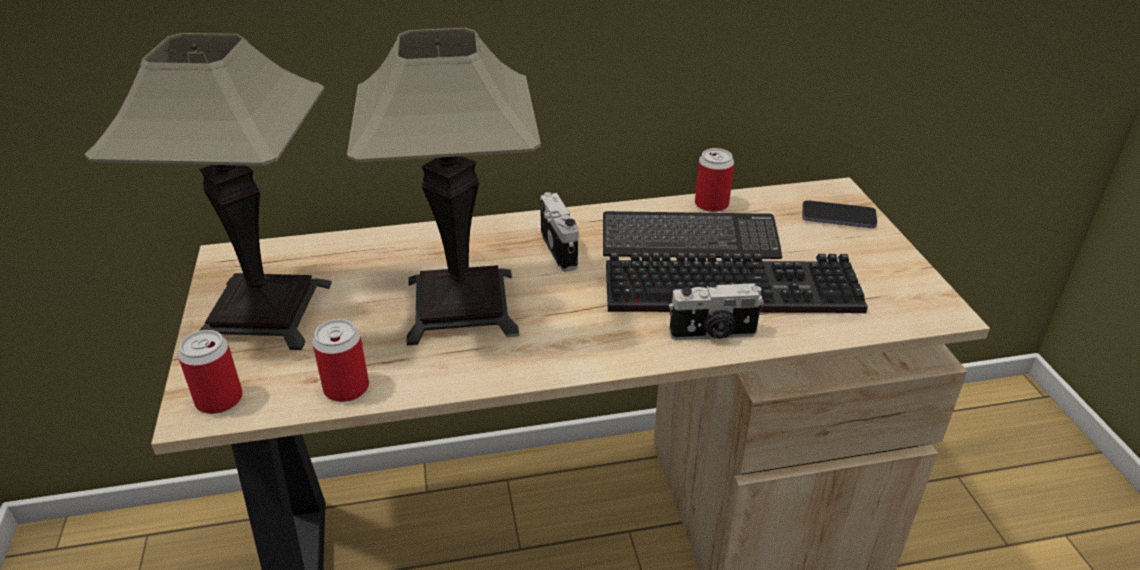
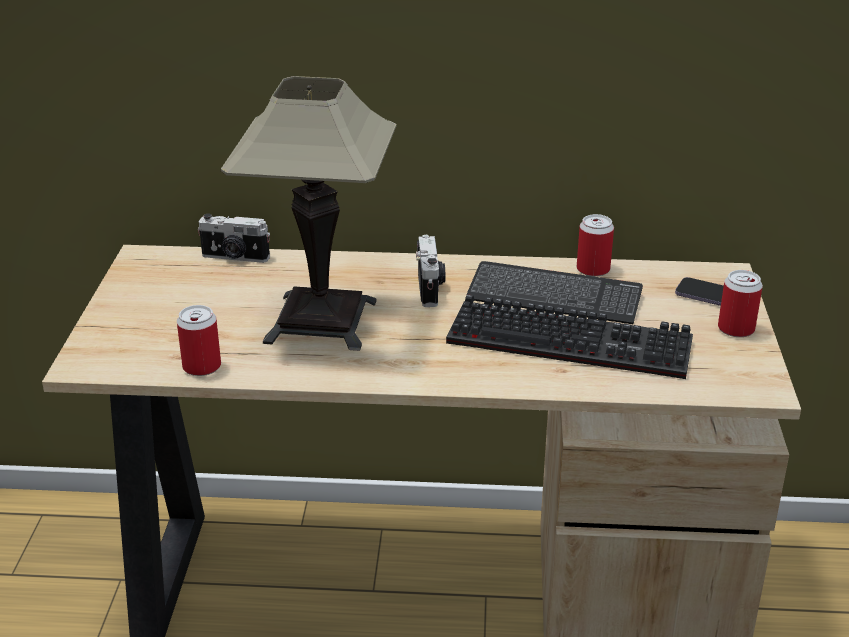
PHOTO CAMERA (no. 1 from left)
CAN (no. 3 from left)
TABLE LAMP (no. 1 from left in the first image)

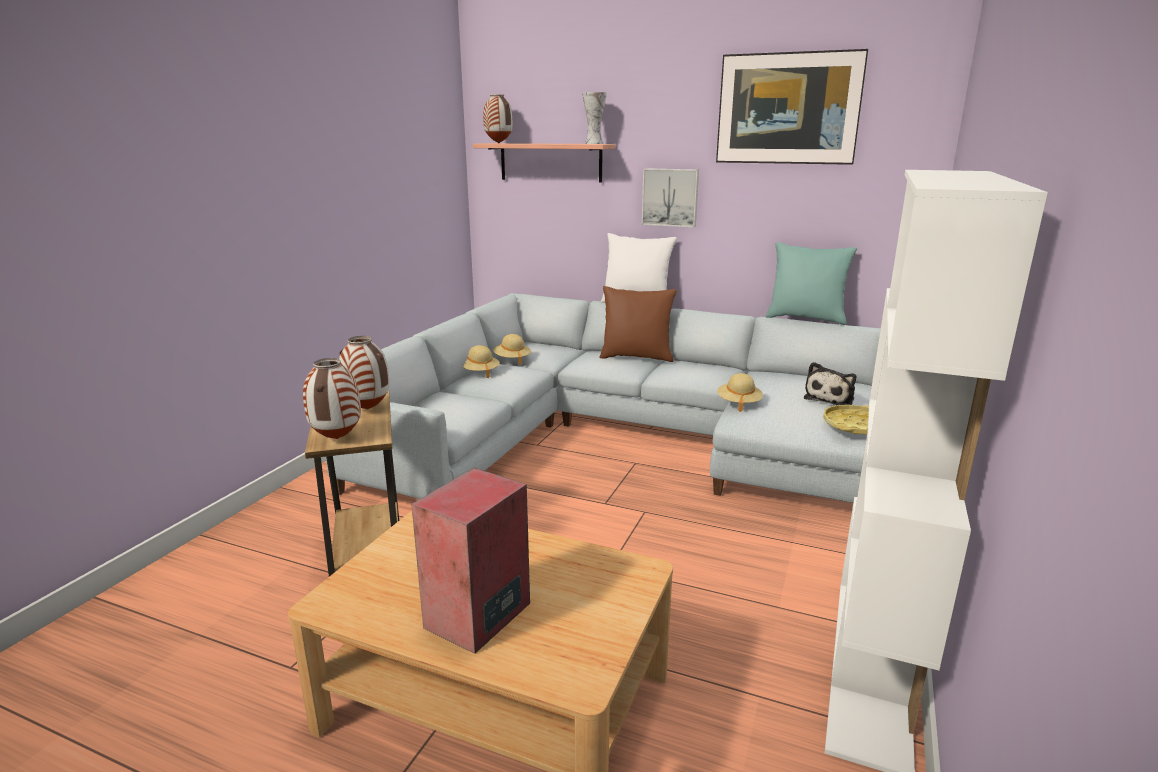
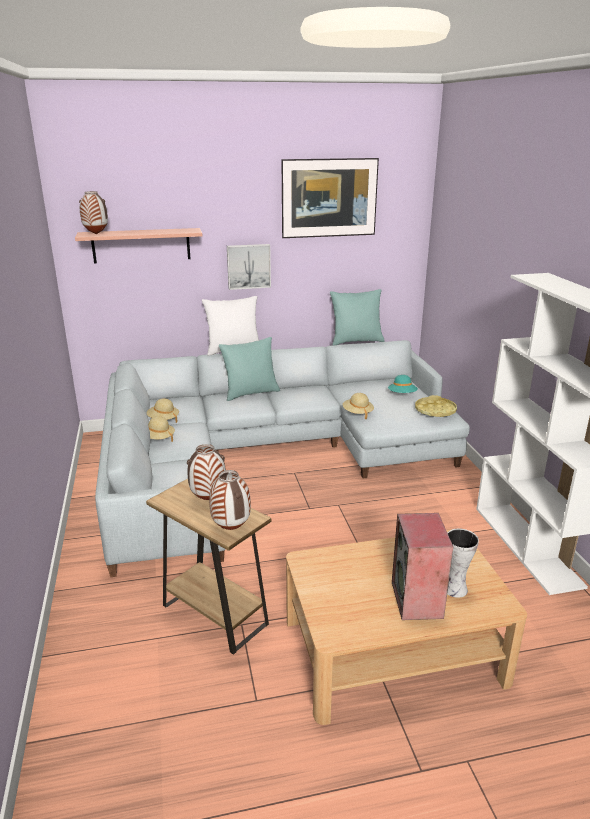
TURQUOISE PILLOW (no. 1 from left)
TURQUOISE HAT
VASE (no. 4 from left)

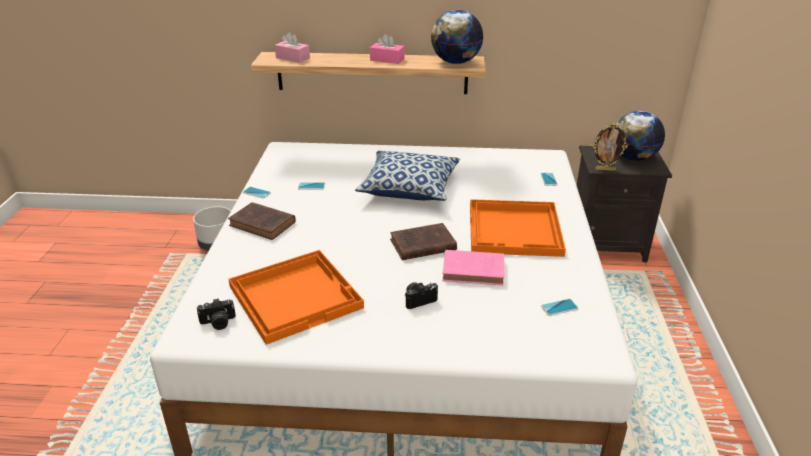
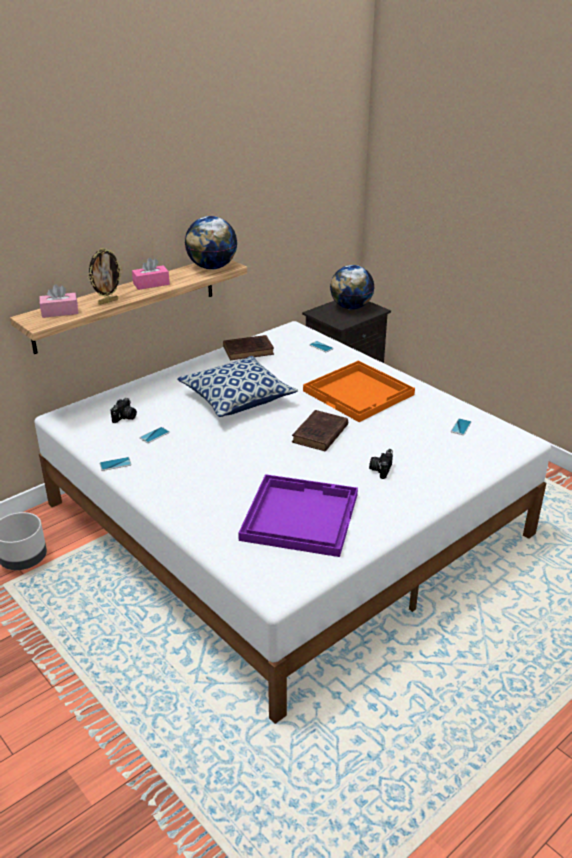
PICTURE FRAME
PHOTO CAMERA (no. 1 from left)
BROWN BOOK (no. 1 from left)
PURPLE TRAY
PINK BOOK

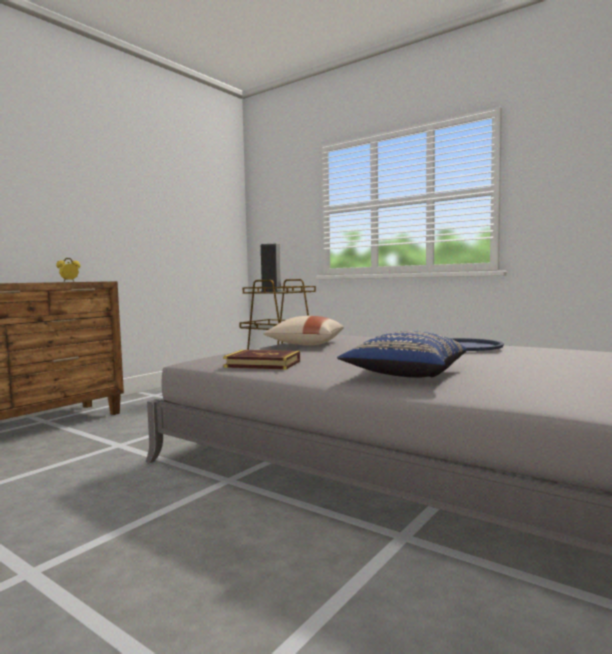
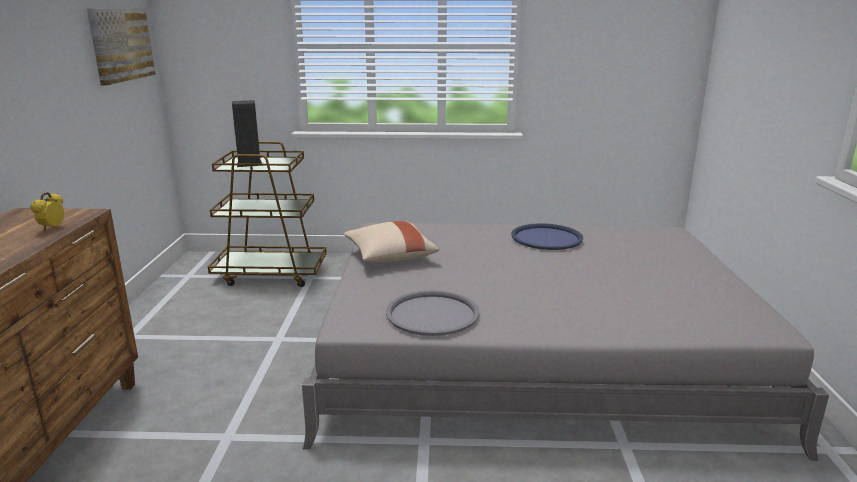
PICTURE
GREY TRAY
BLUE PILLOW

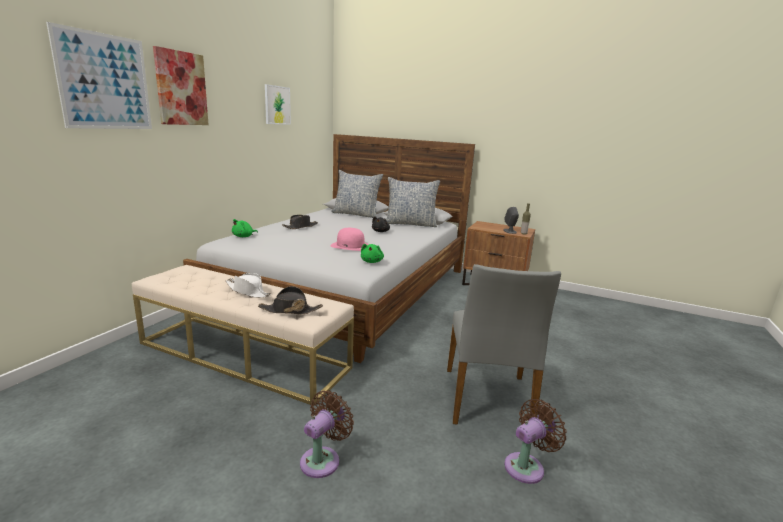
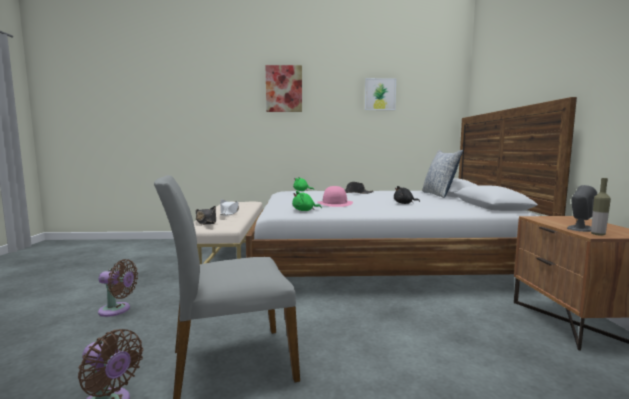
PICTURE (no. 1 from left in the first image)
PILLOW (no. 2 from left in the first image)

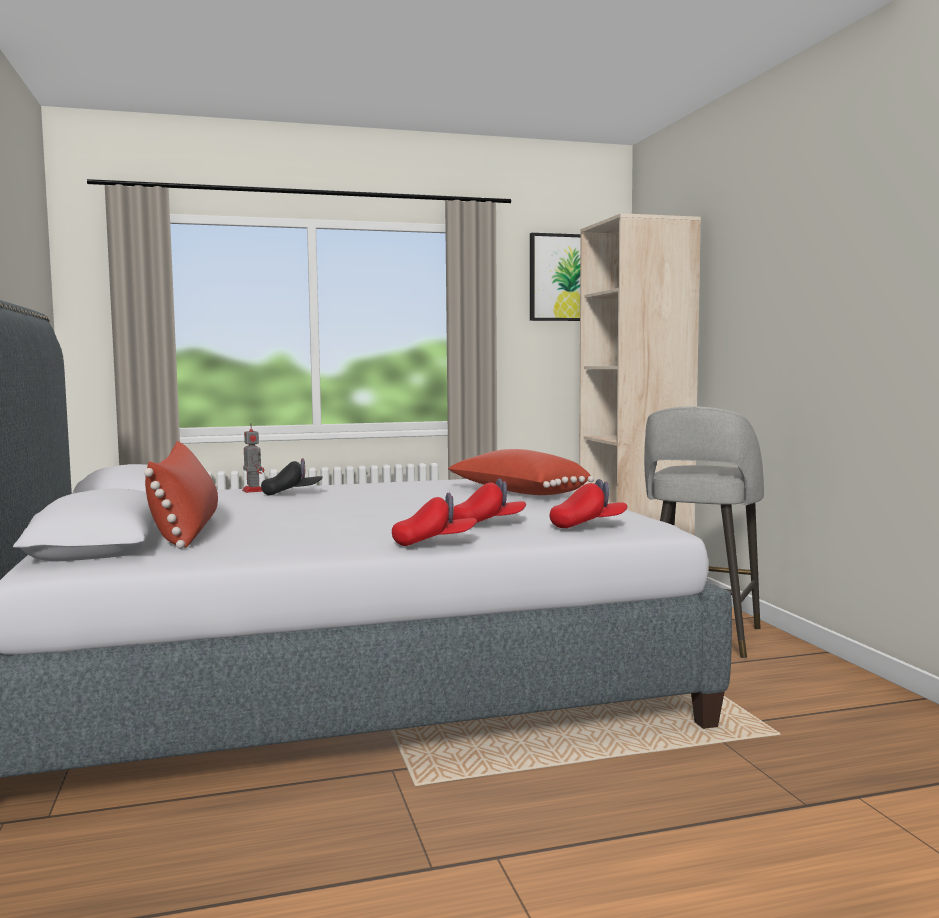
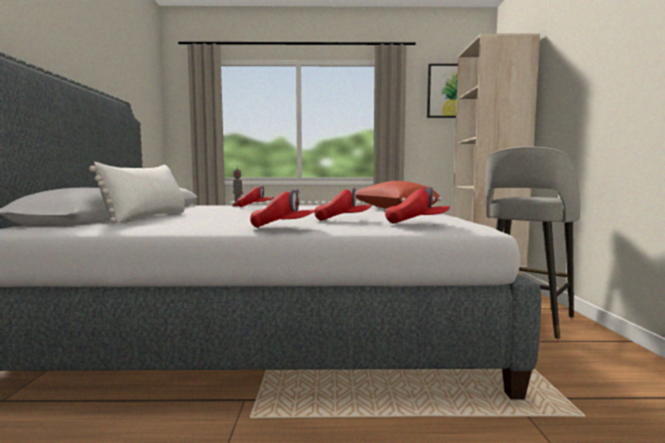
WHITE PILLOW
RED CAP (no. 1 from left)

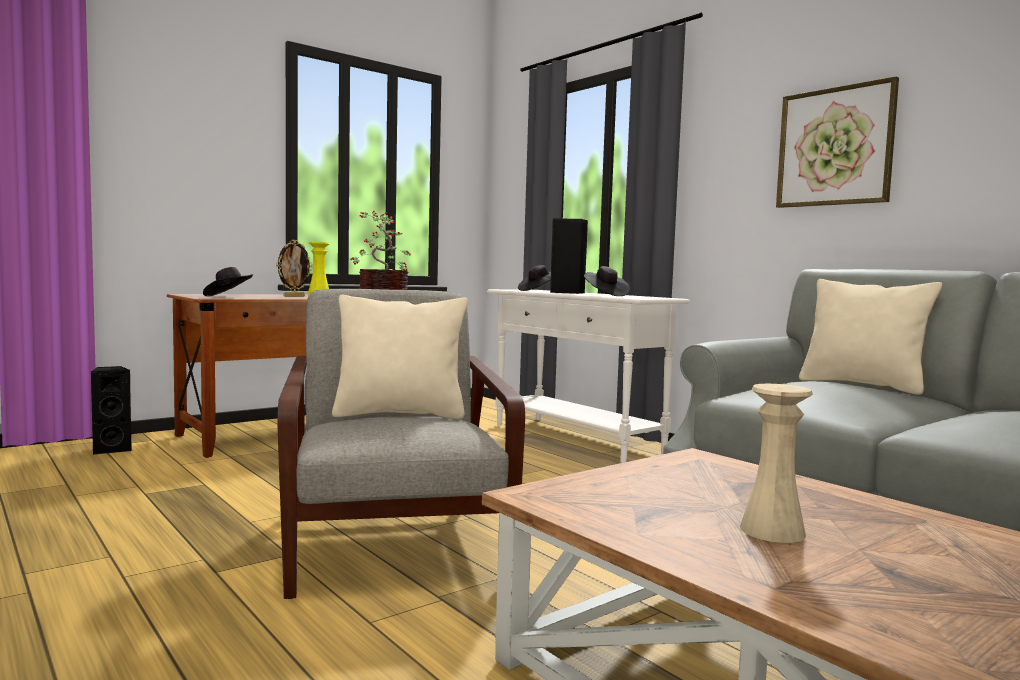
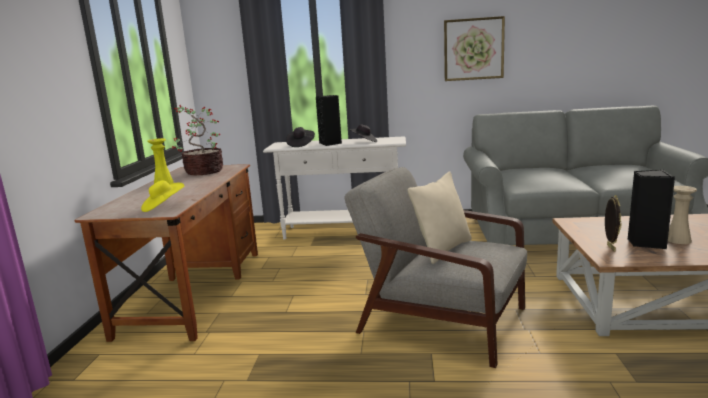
YELLOW HAT
PICTURE FRAME
BLACK SPEAKER (no. 2 from left)
BEIGE PILLOW (no. 2 from left in the first image)

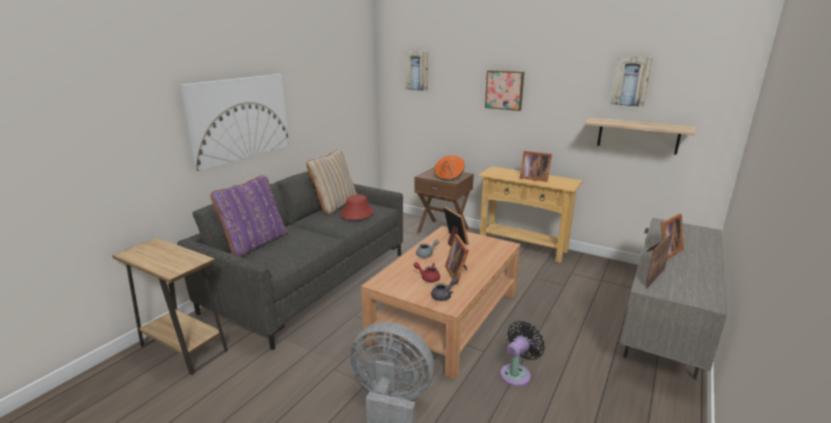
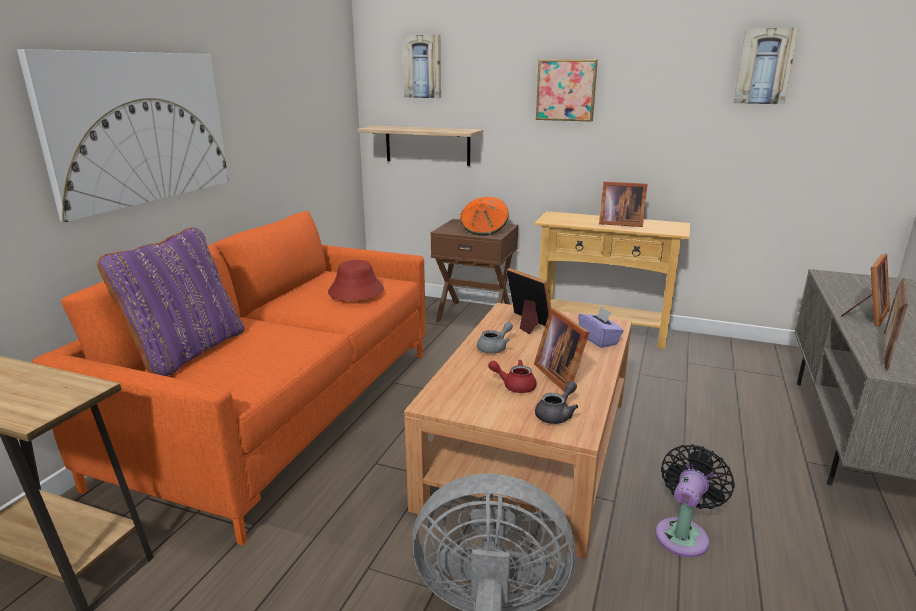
ORANGE SOFA
SHELF
PURPLE TISSUE BOX
BEIGE PILLOW

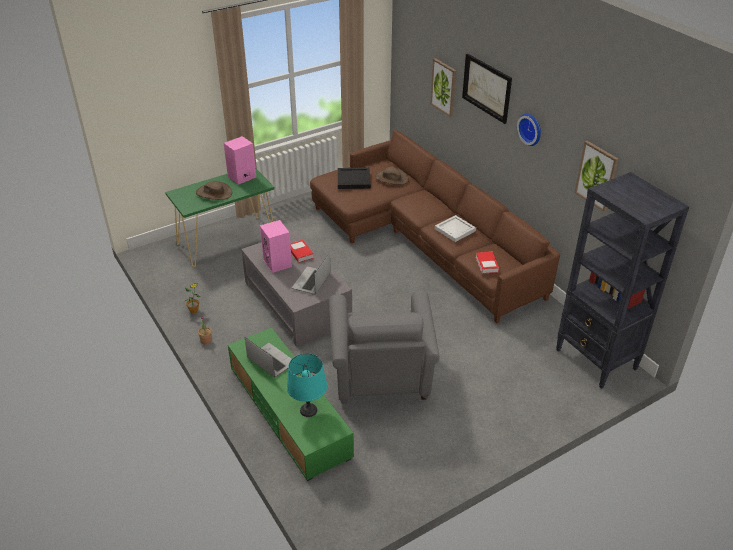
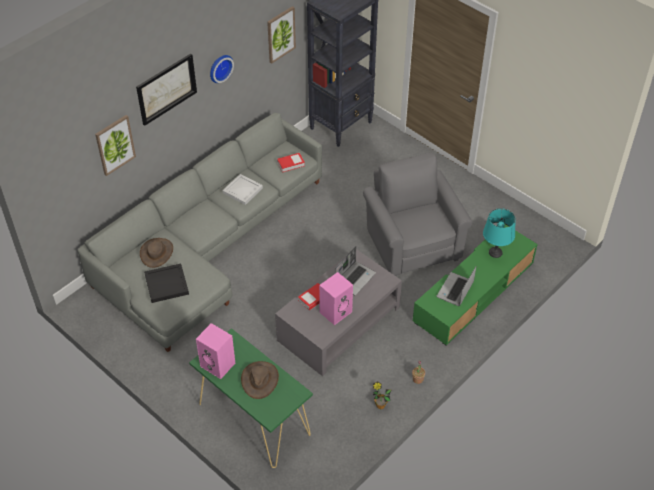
GREY SOFA
LAPTOP (no. 1 from left)
GREY ARMCHAIR

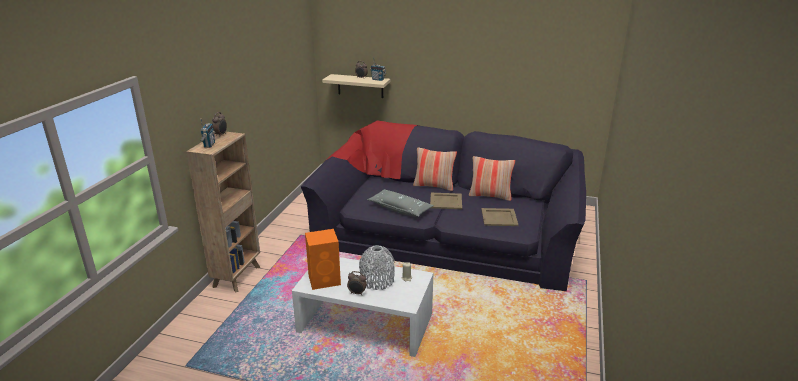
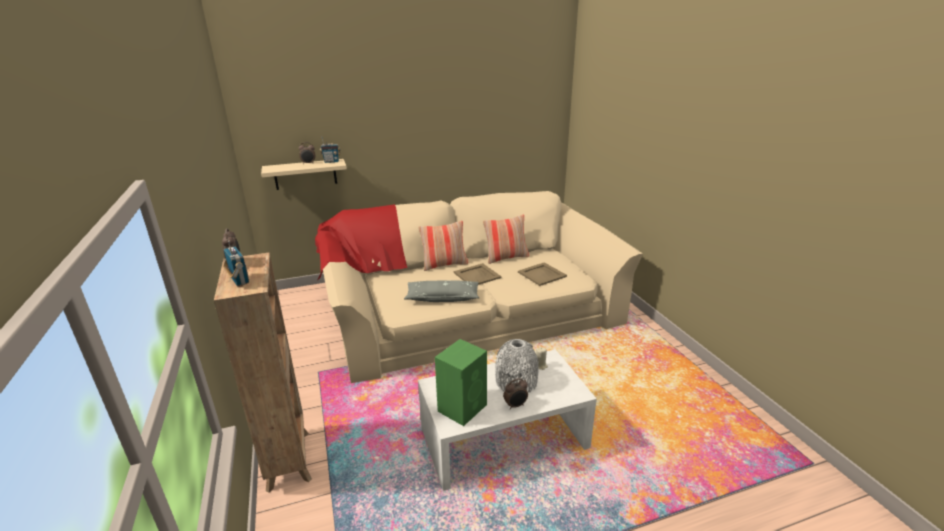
BEIGE SOFA
GREEN SPEAKER

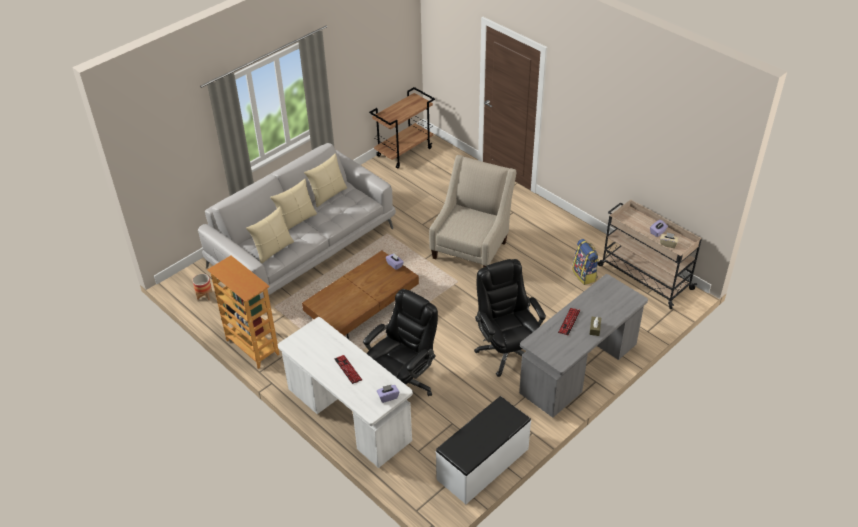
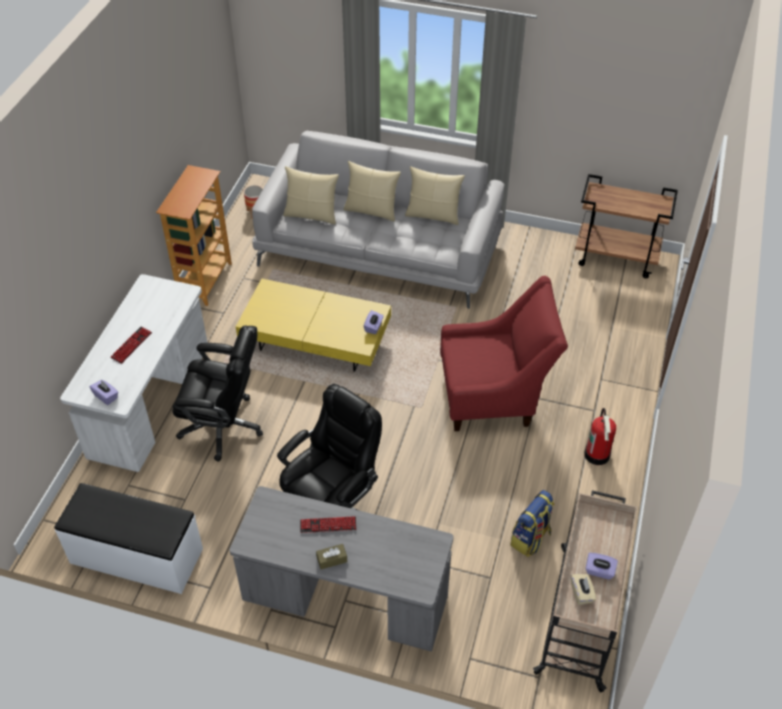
YELLOW COFFEE TABLE
RED ARMCHAIR
FIRE EXTINGUISHER

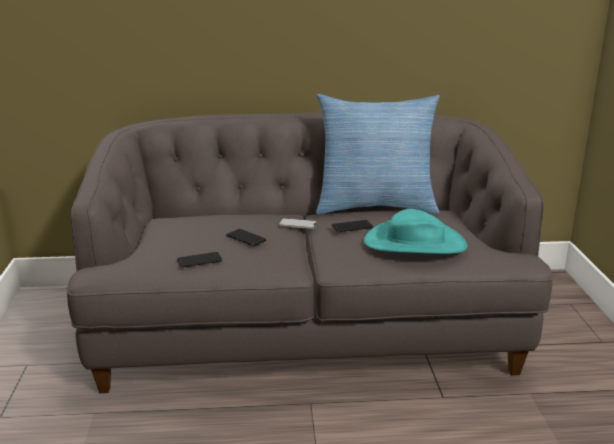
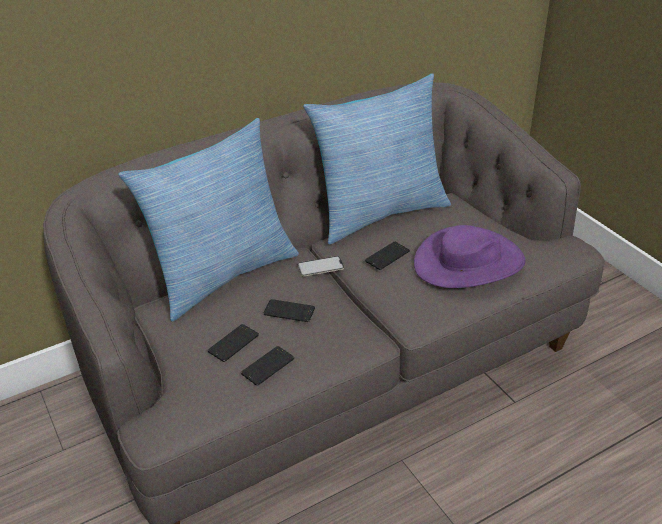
PILLOW (no. 1 from left)
PHONE (no. 1 from left)
PURPLE HAT

